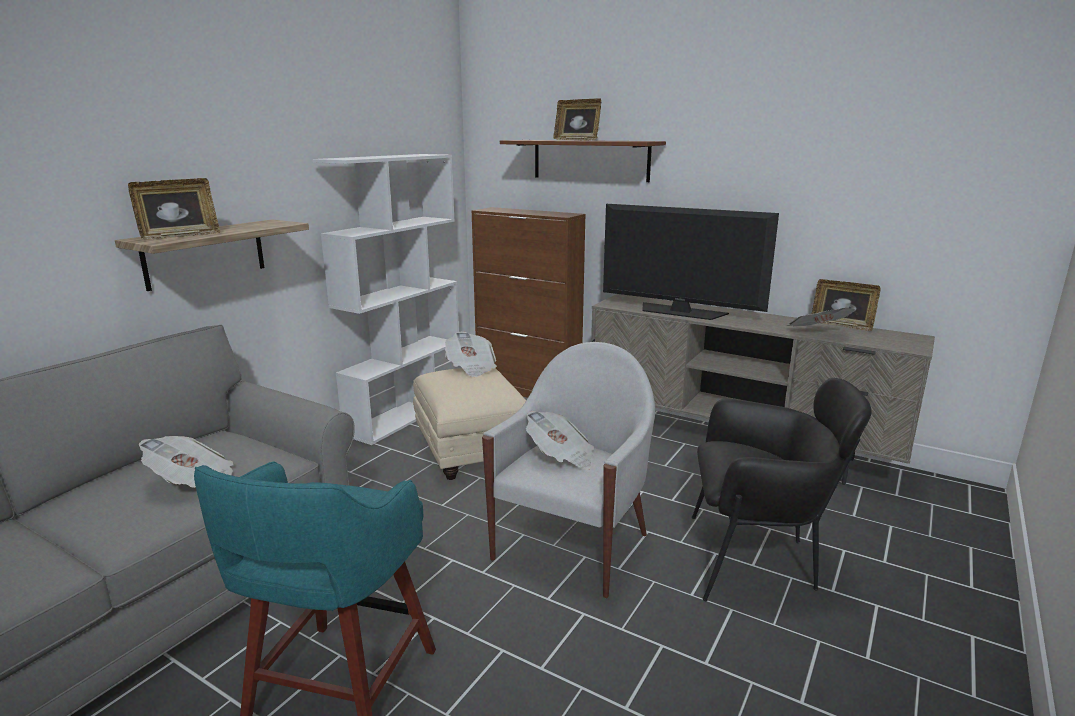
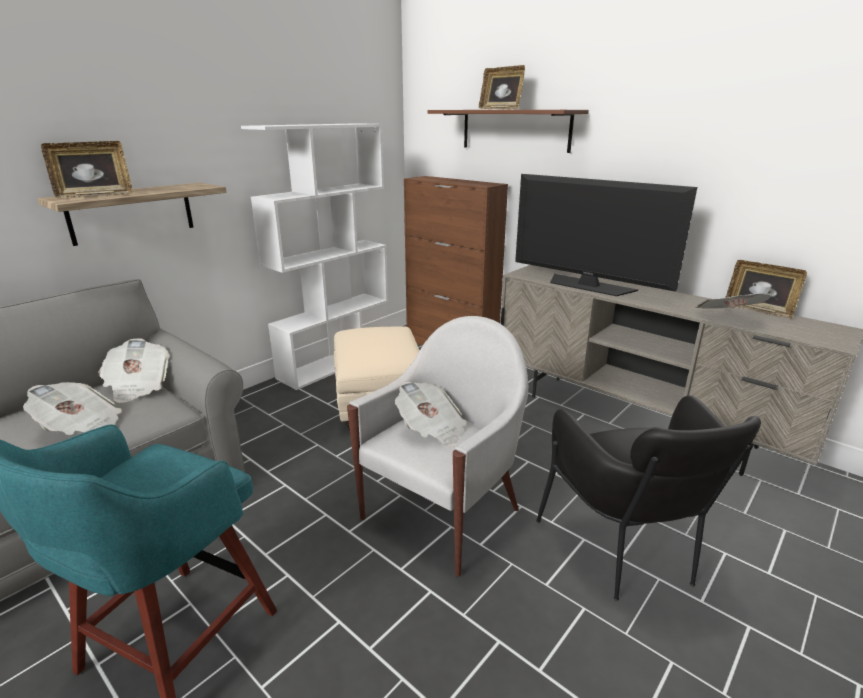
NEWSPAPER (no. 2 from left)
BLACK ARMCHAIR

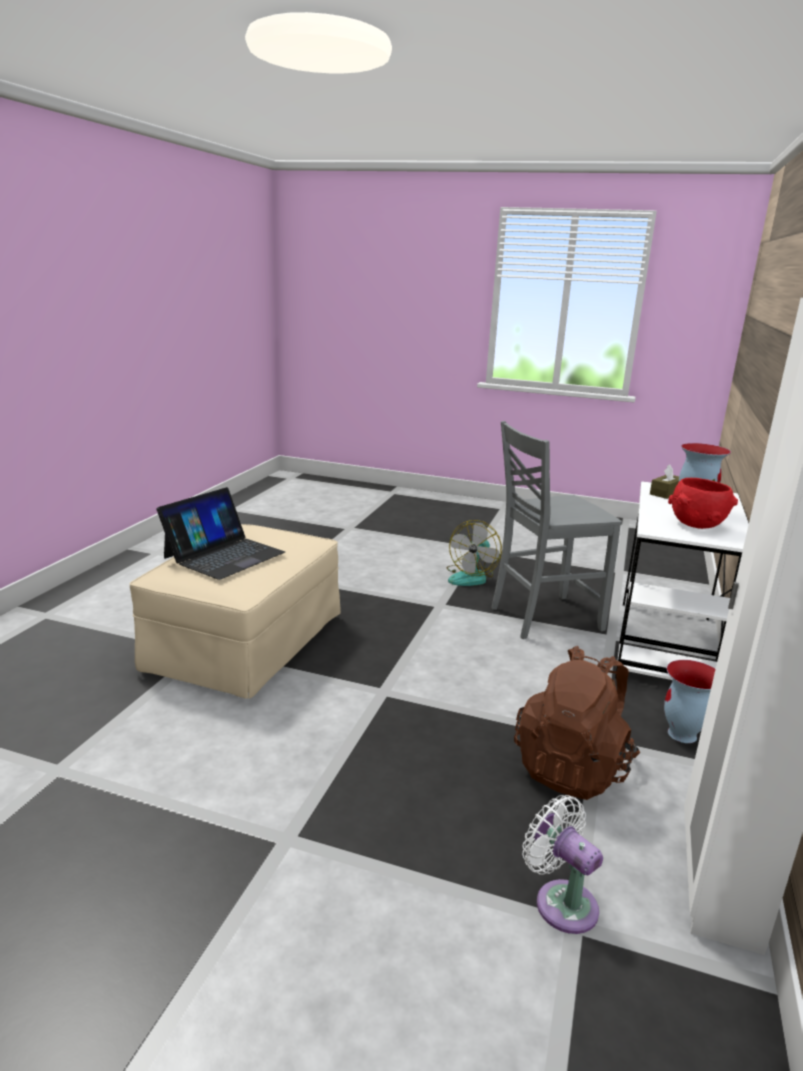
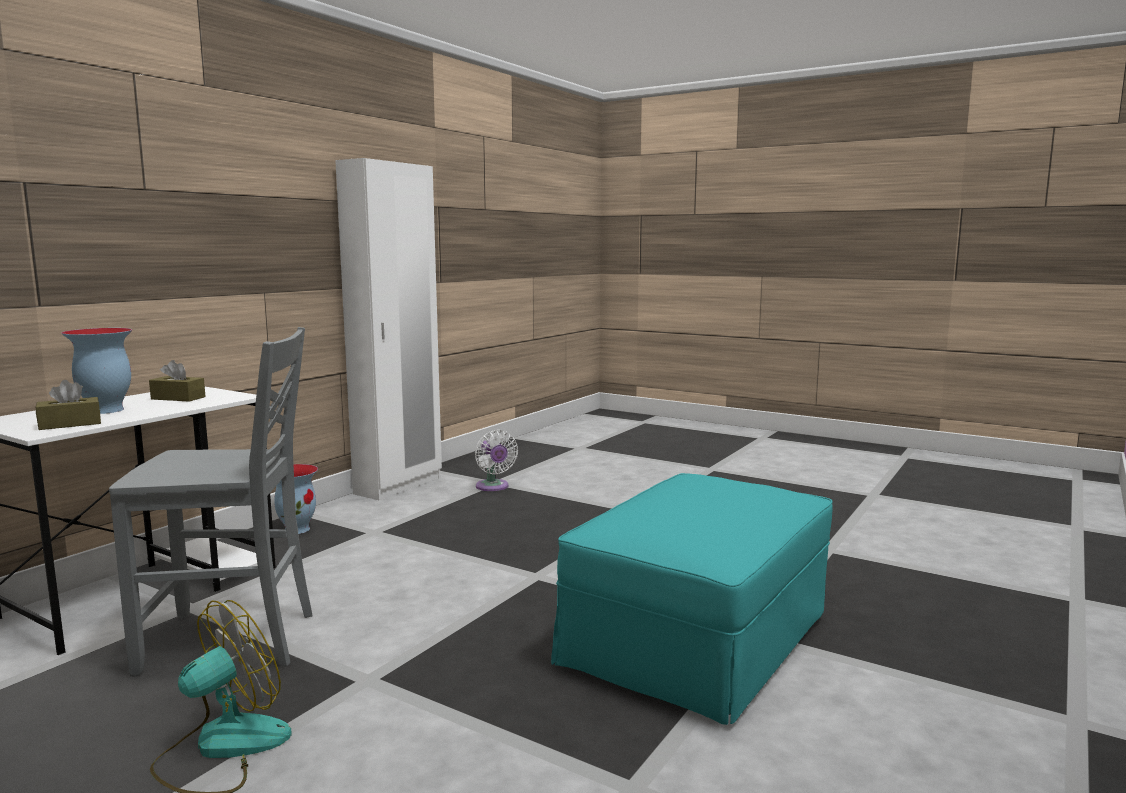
BROWN TISSUE BOX (no. 2 from left)
TURQUOISE OTTOMAN
LAPTOP
BROWN BACKPACK

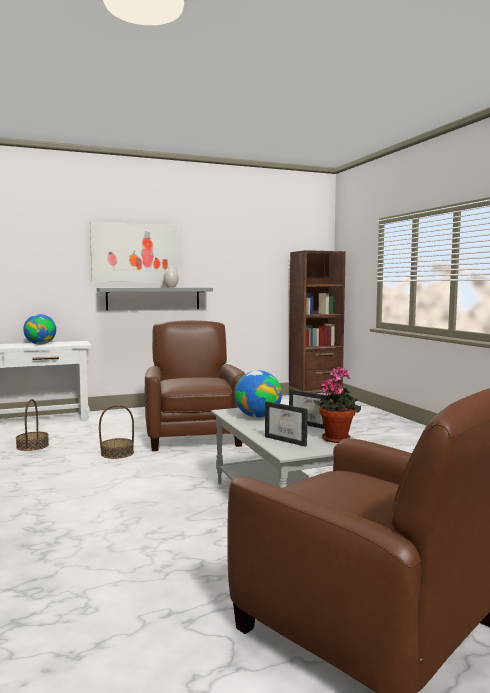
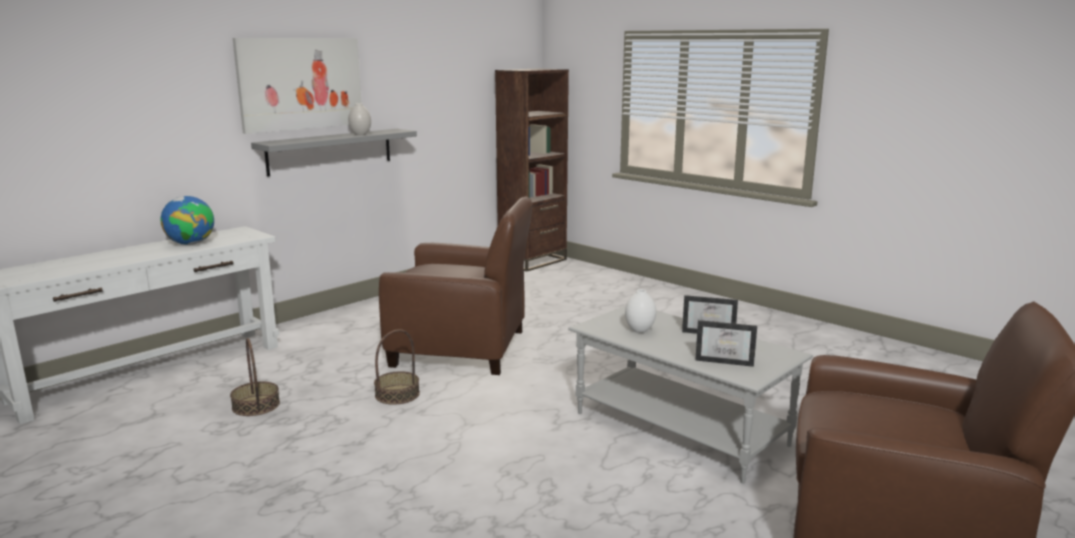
BROWN ARMCHAIR (no. 1 from left)
WHITE VASE (no. 2 from left)
POTTED PLANT

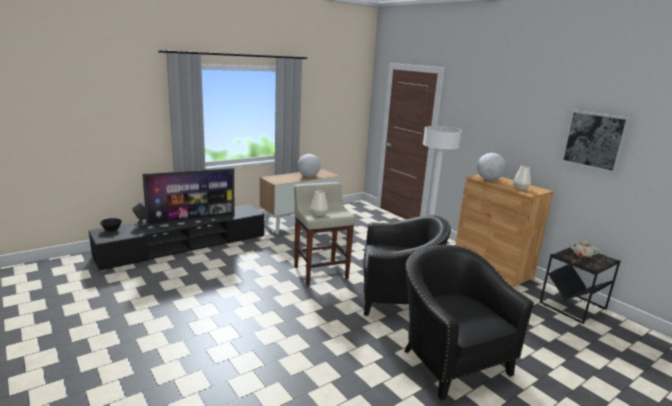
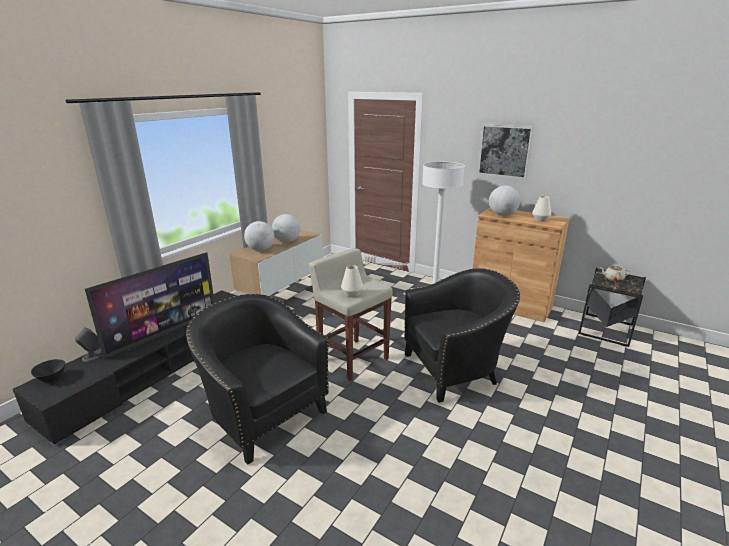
BLACK ARMCHAIR (no. 1 from left)
GLOBE (no. 1 from left)
PICTURE

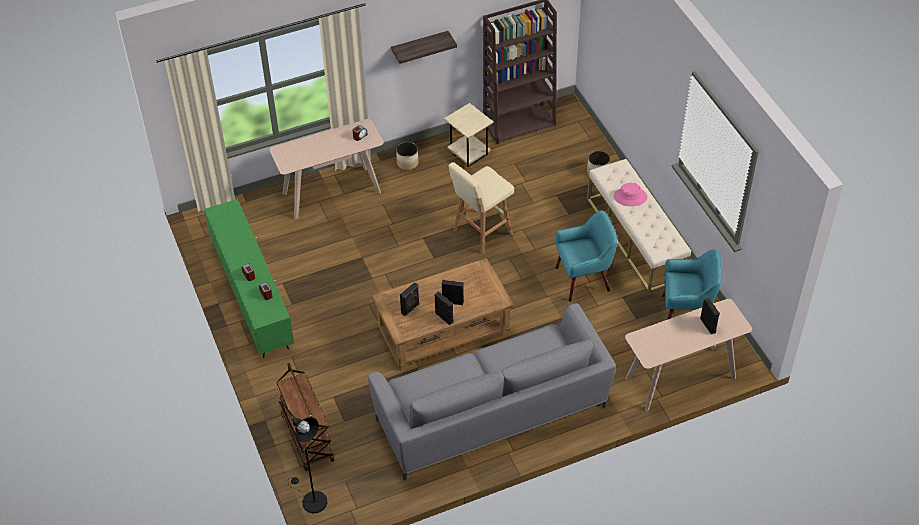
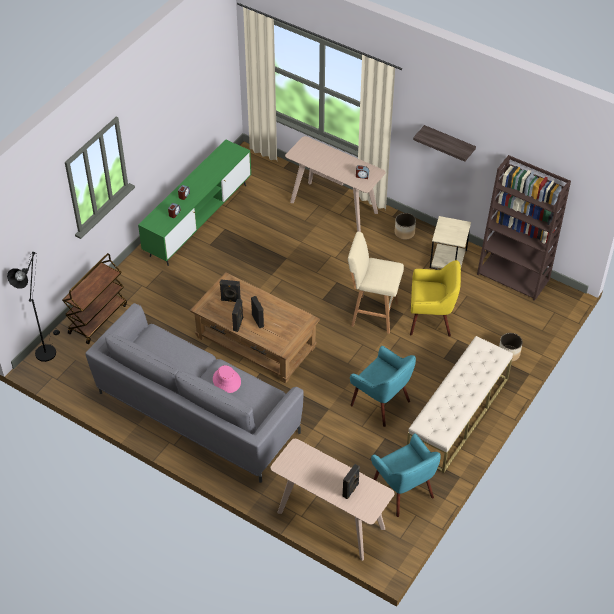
PINK HAT
YELLOW ARMCHAIR

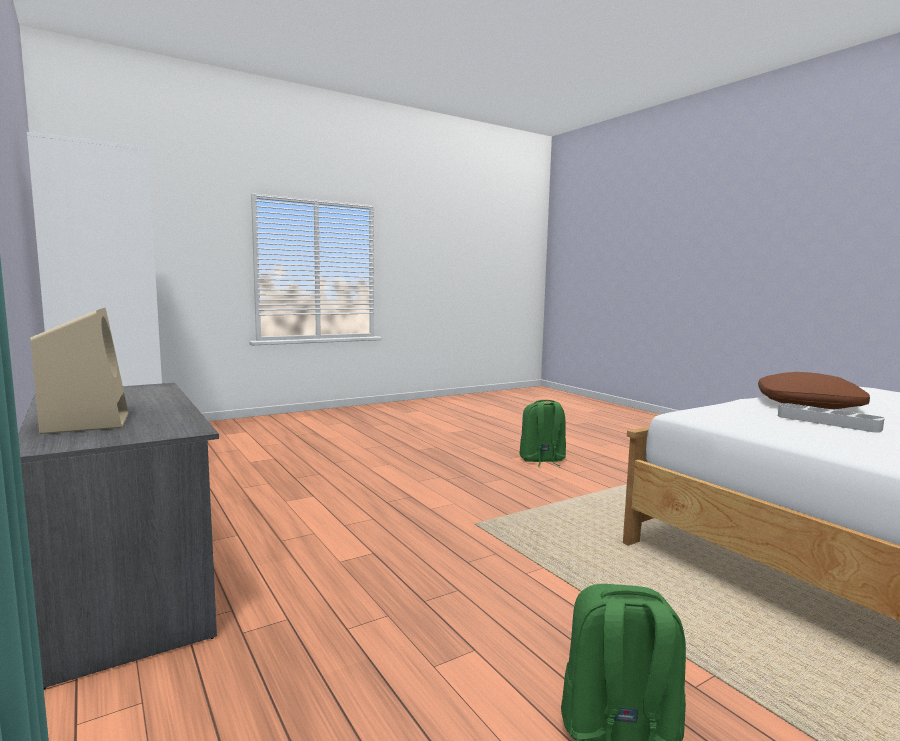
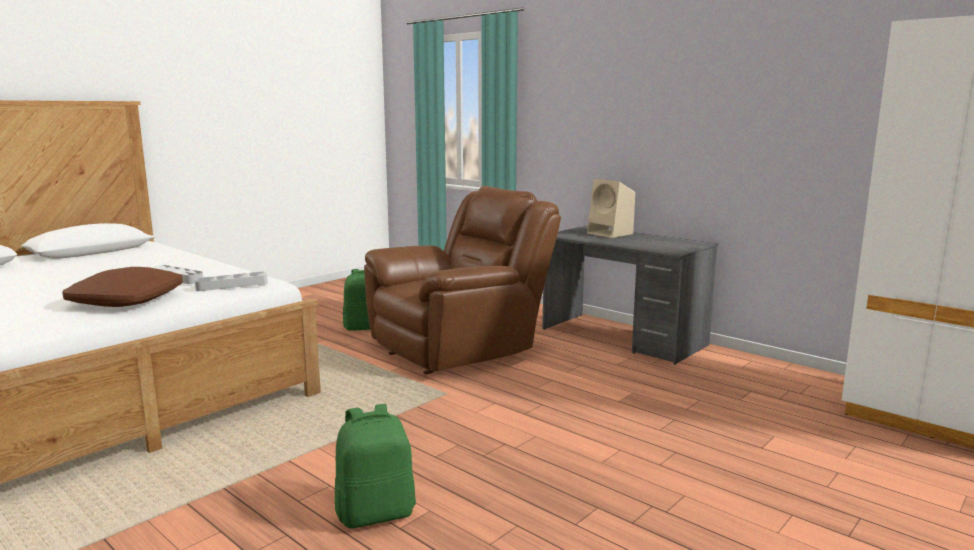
GREY TRAY (no. 2 from left)
BROWN ARMCHAIR

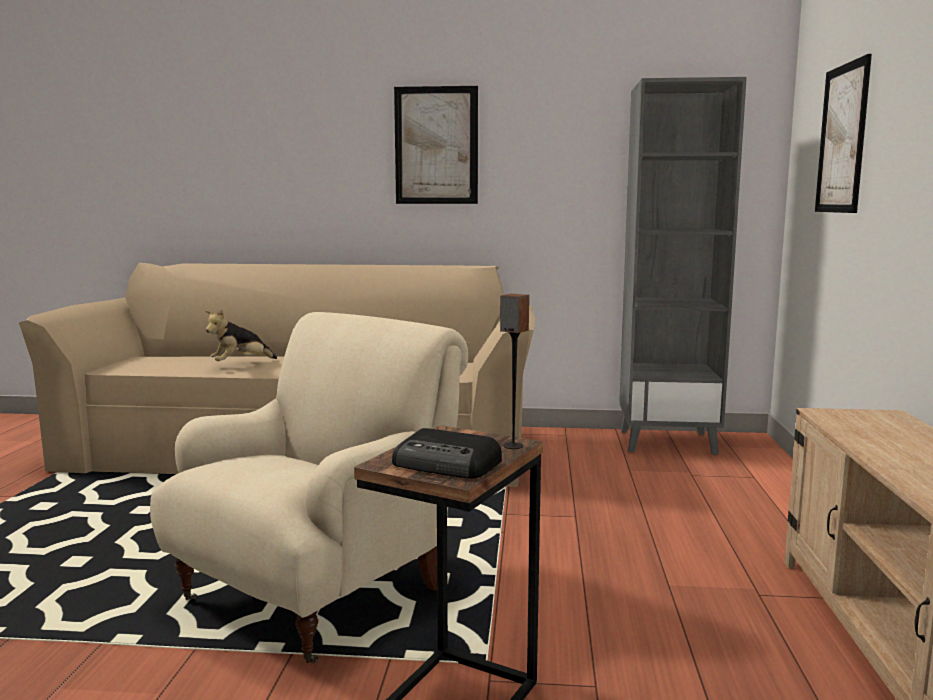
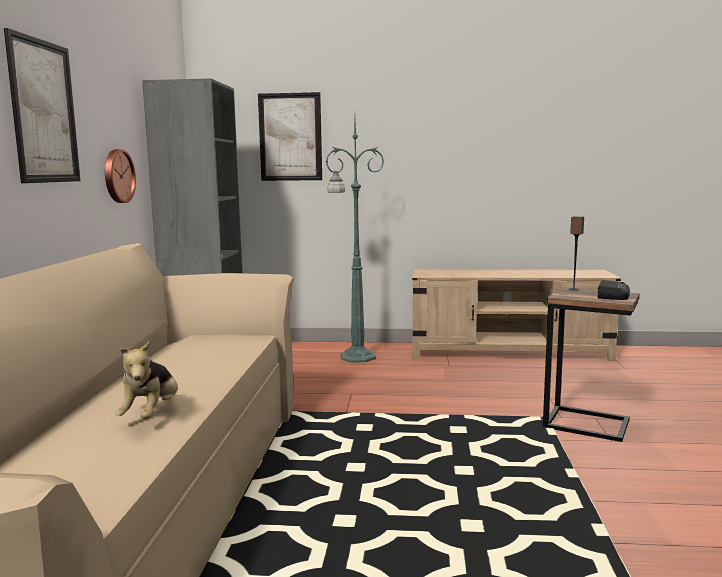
WALL CLOCK
PLUSH TOY
GREEN FLOOR LAMP
BEIGE ARMCHAIR

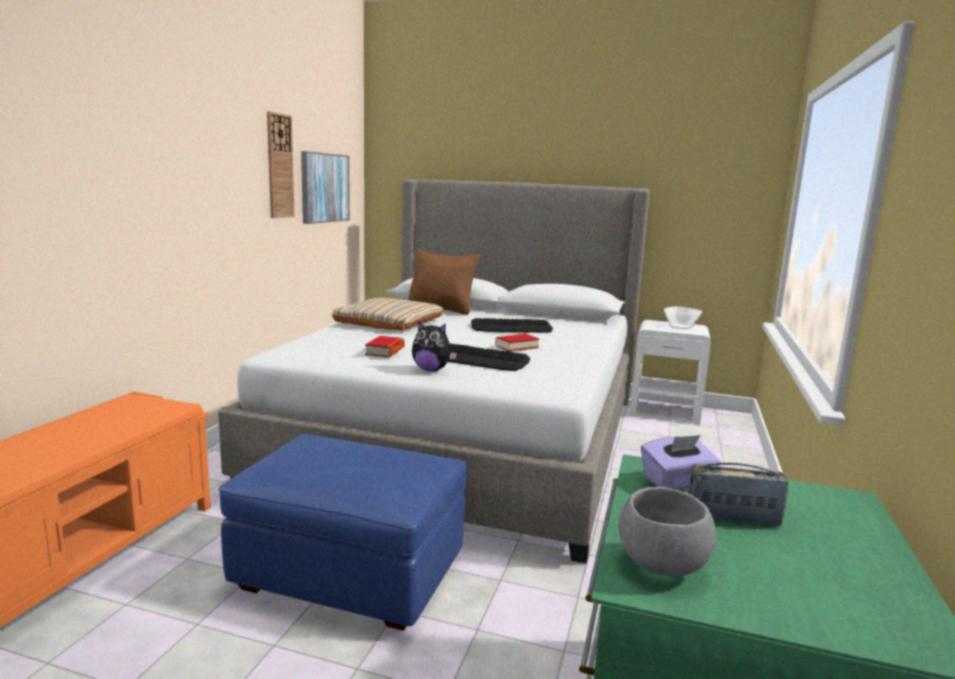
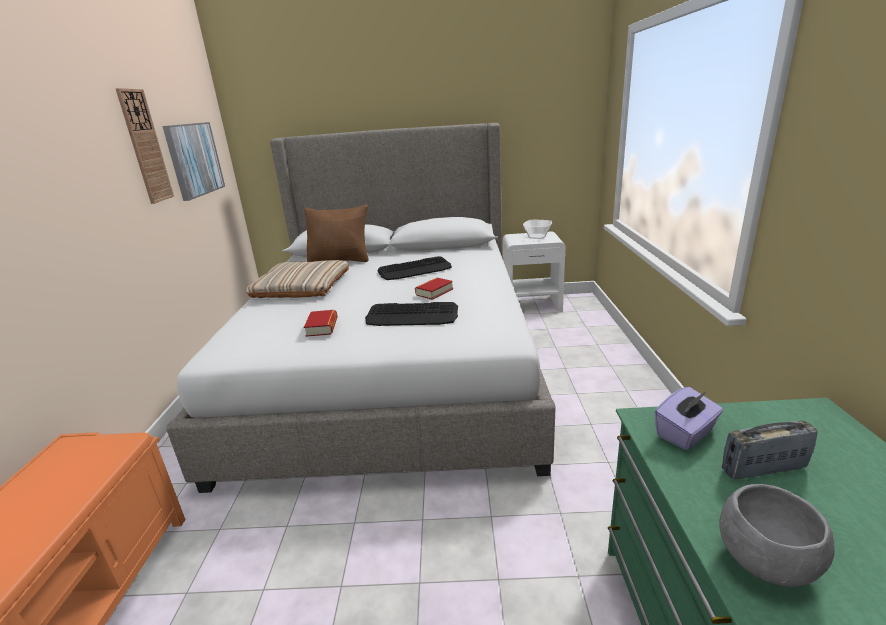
BLUE OTTOMAN
PLUSH TOY

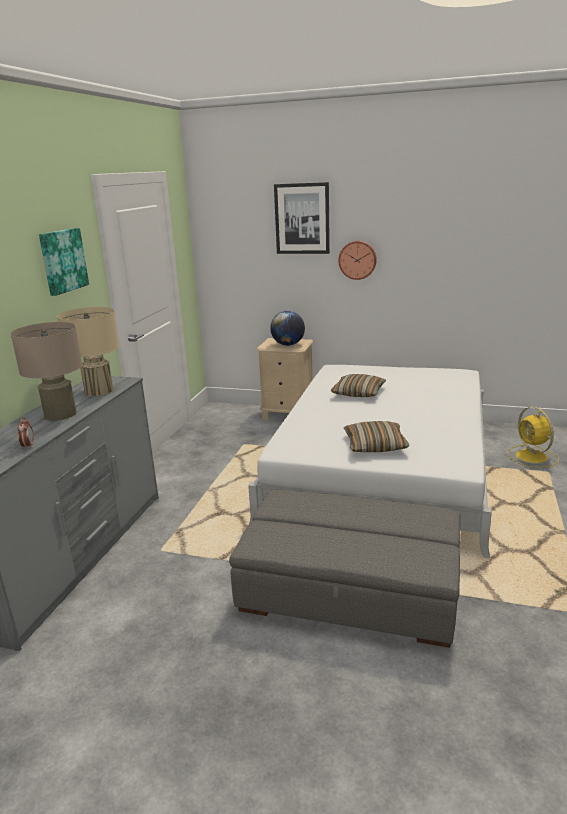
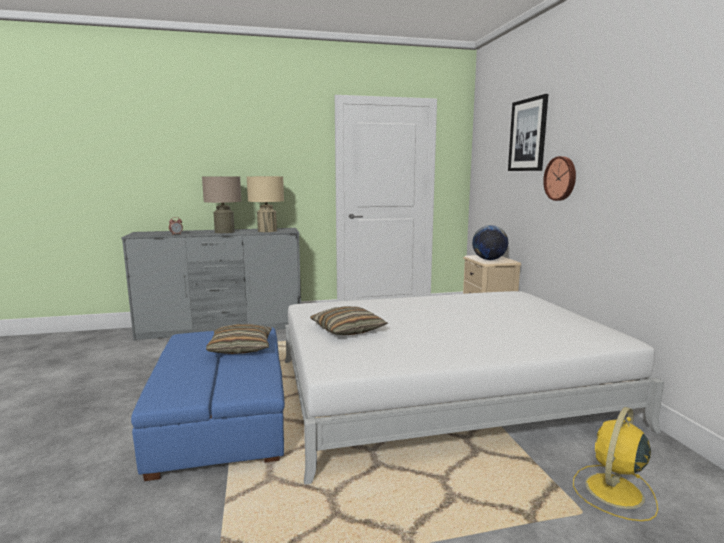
BLUE OTTOMAN
PILLOW (no. 1 from left)
PICTURE (no. 1 from left in the first image)

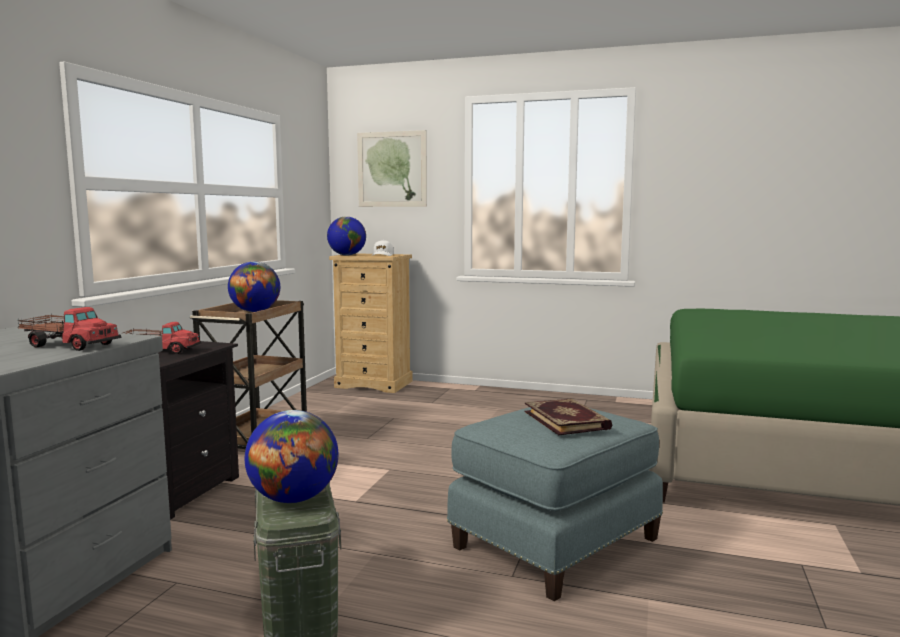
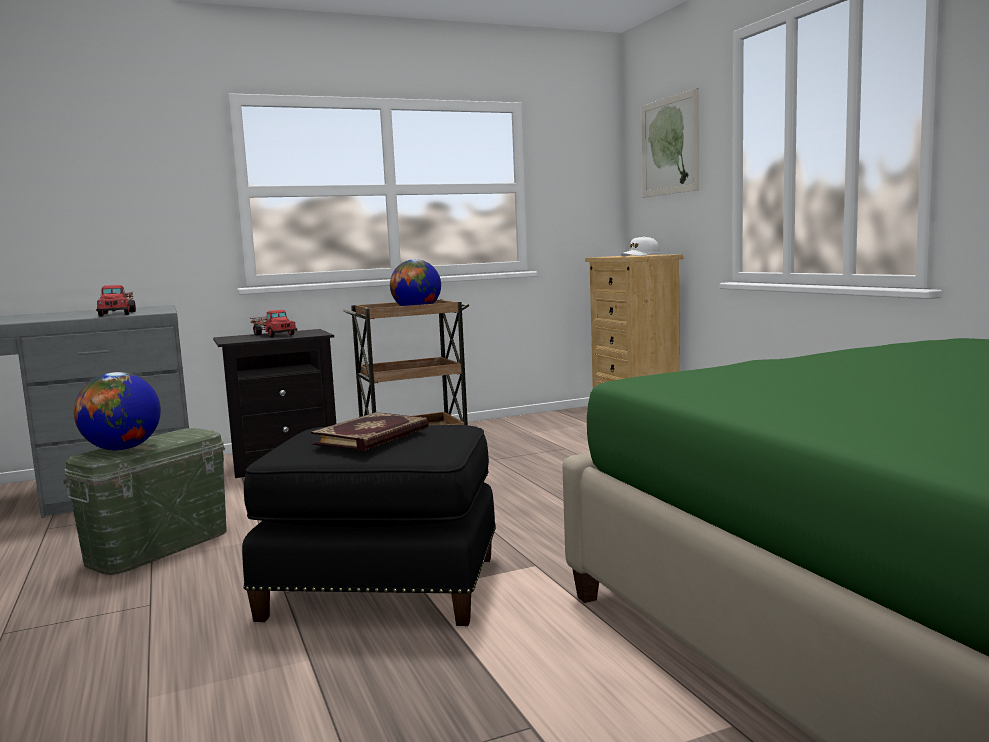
BLACK OTTOMAN
GLOBE (no. 3 from left in the first image)

